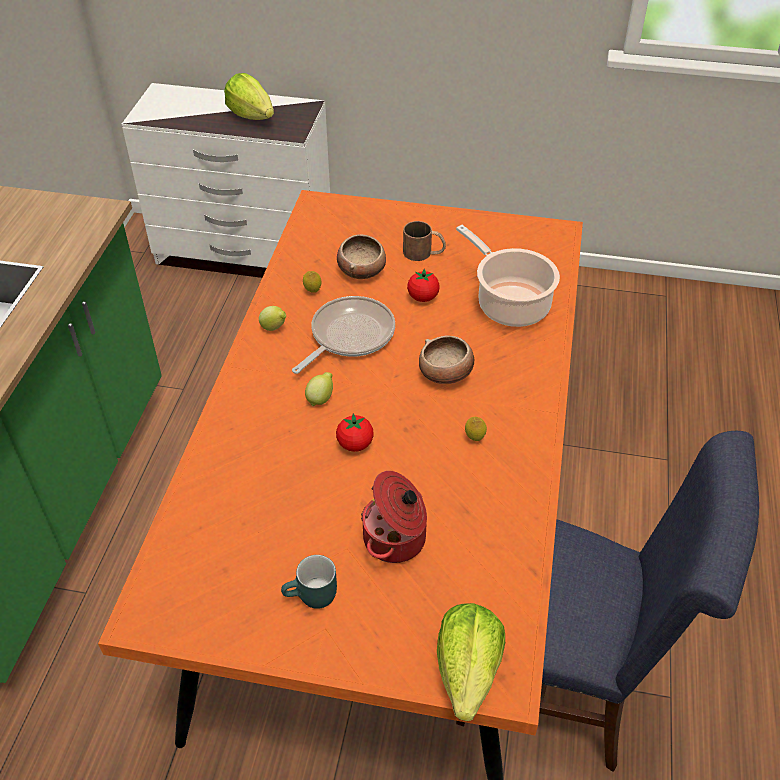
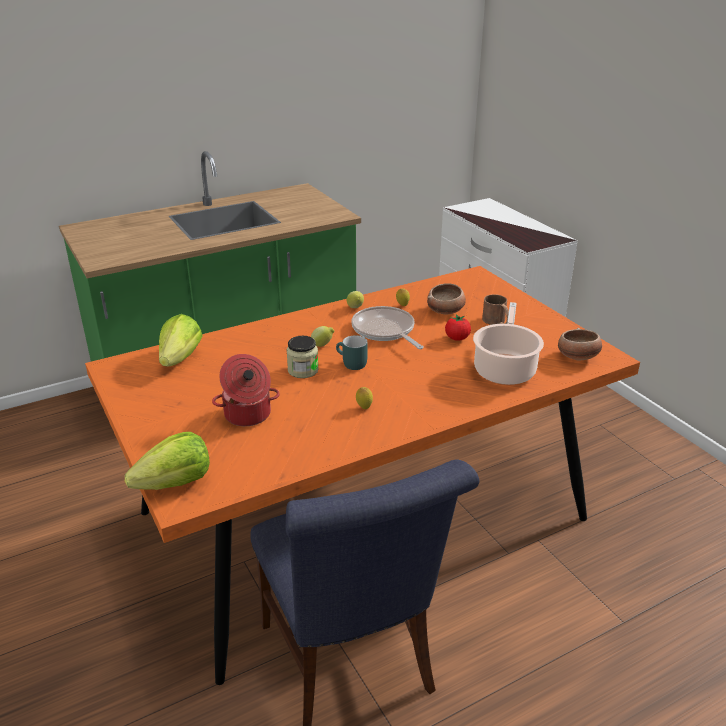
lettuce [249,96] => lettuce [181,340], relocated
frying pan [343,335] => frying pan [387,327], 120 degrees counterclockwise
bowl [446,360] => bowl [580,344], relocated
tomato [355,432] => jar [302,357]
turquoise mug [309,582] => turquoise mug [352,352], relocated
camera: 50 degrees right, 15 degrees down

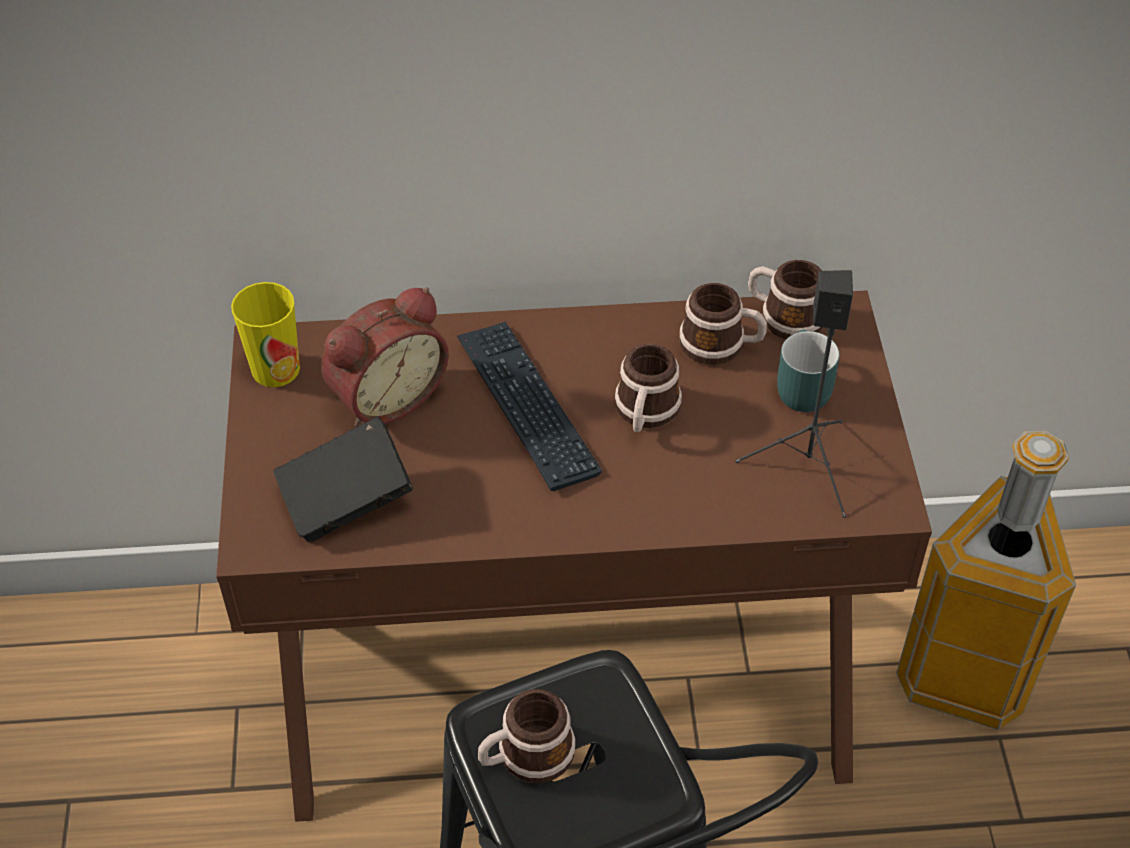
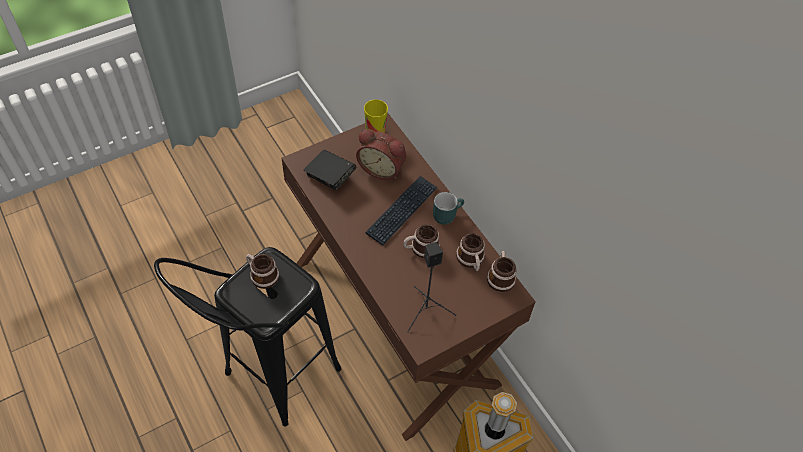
turquoise mug [808,371] => turquoise mug [448,208], relocated
camera: 60 degrees right, 5 degrees up

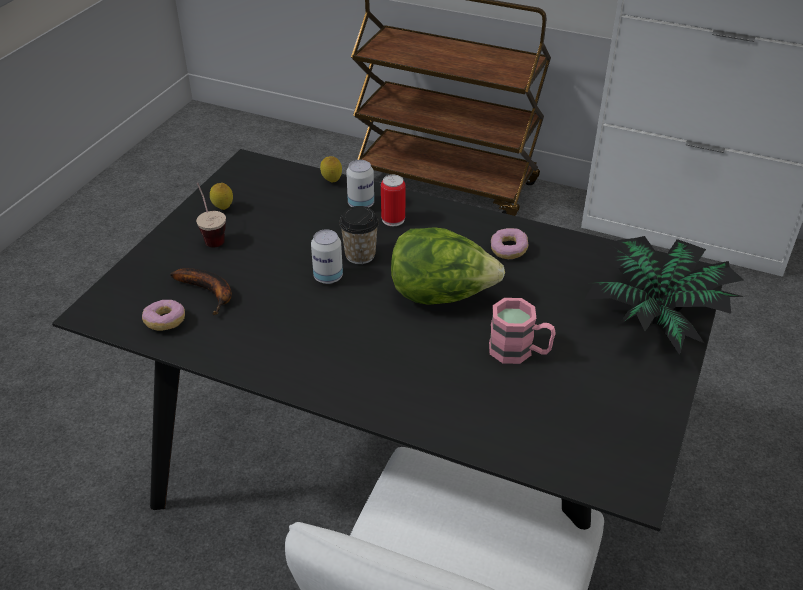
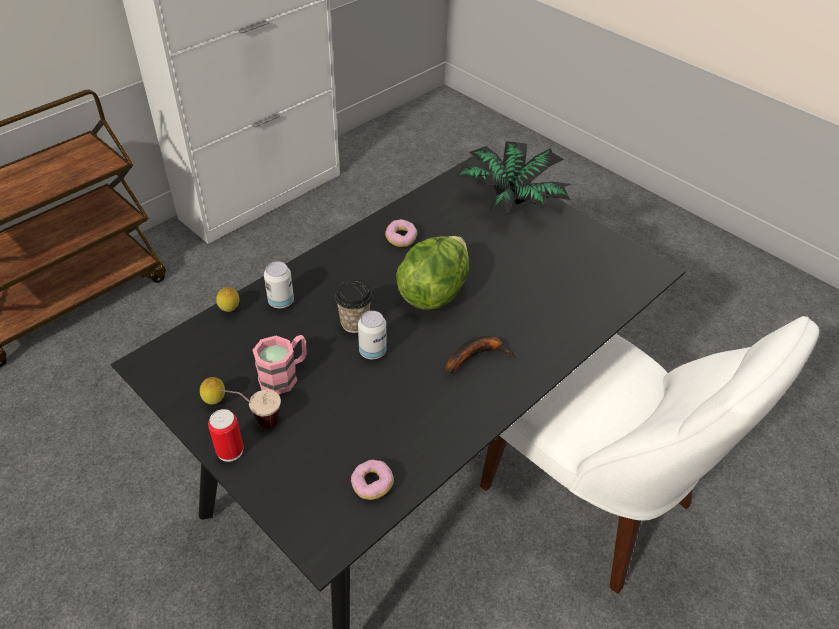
can [393,200] => can [225,435], relocated
banana [201,291] => banana [480,355], relocated
pink mug [522,331] => pink mug [280,364], relocated
camera: 70 degrees left, 5 degrees up

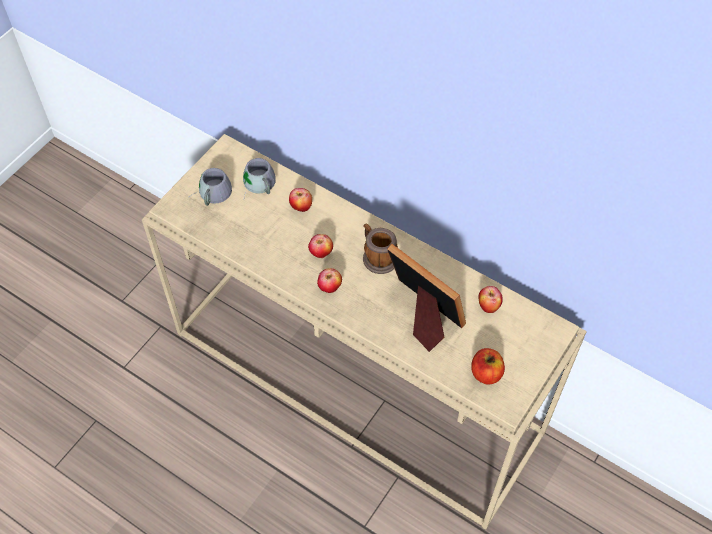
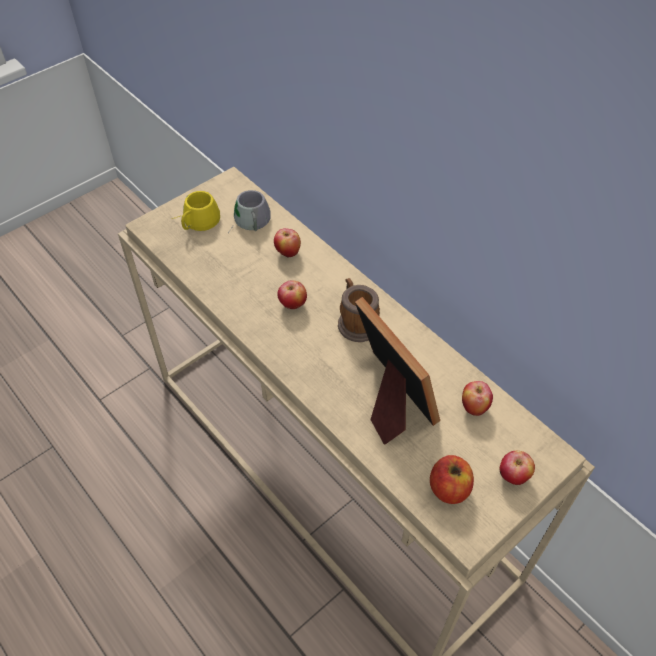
grey mug [210,187] => yellow mug [196,211]
apple [329,280] => apple [517,468], relocated
camera: 15 degrees right, 5 degrees down

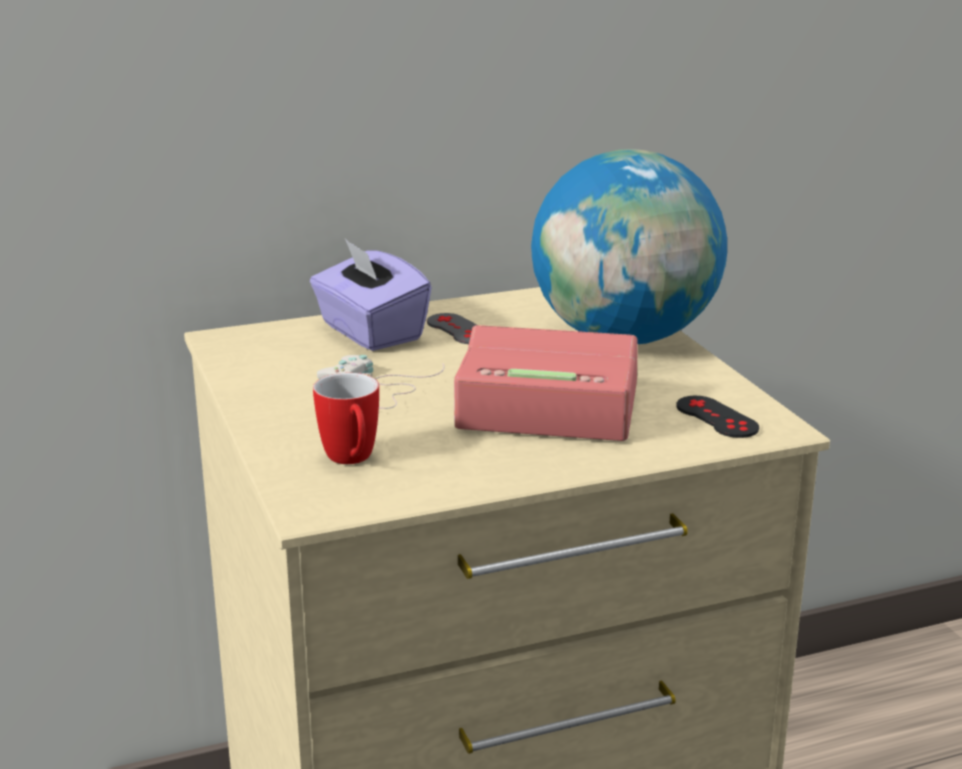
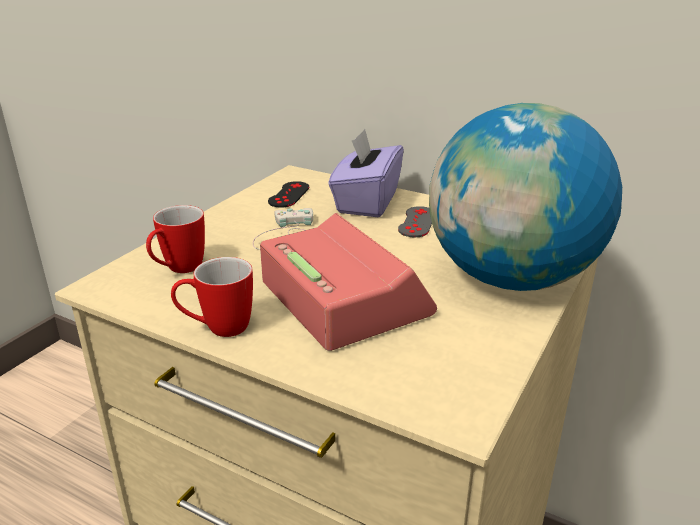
black game controller [717,417] => black game controller [288,194], relocated
nothing => mug [212,297]
camera: 50 degrees right, 5 degrees up

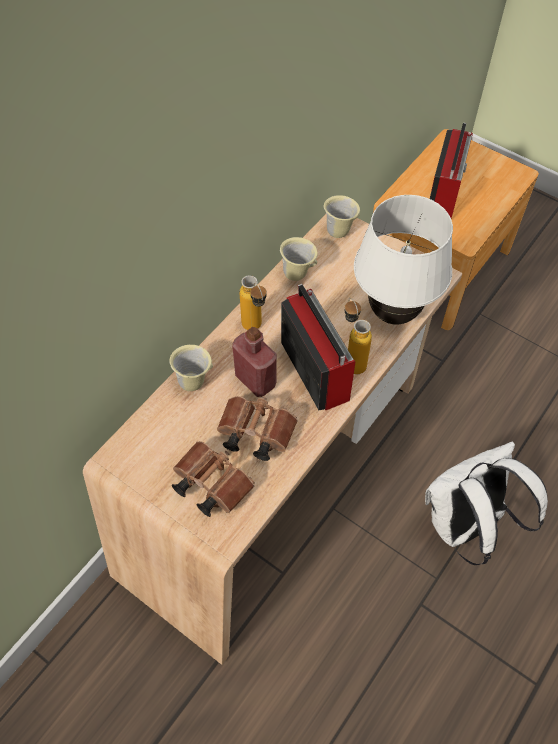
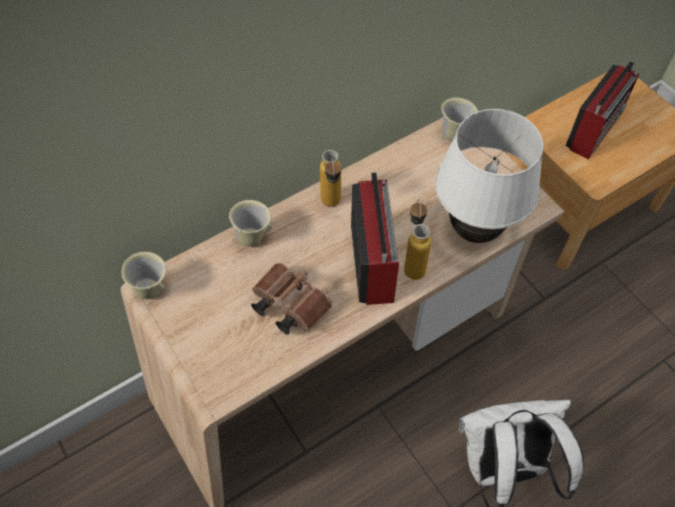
beige mug [299,259] => beige mug [144,275], relocated
red bottle [254,362] => nothing
brown binoculars [213,479] => nothing
camera: 20 degrees right, 0 degrees up

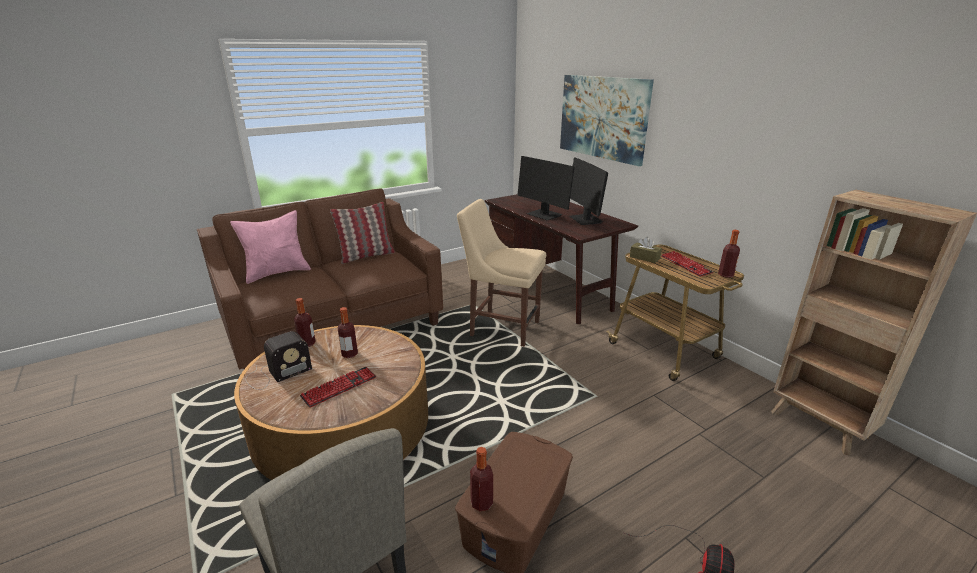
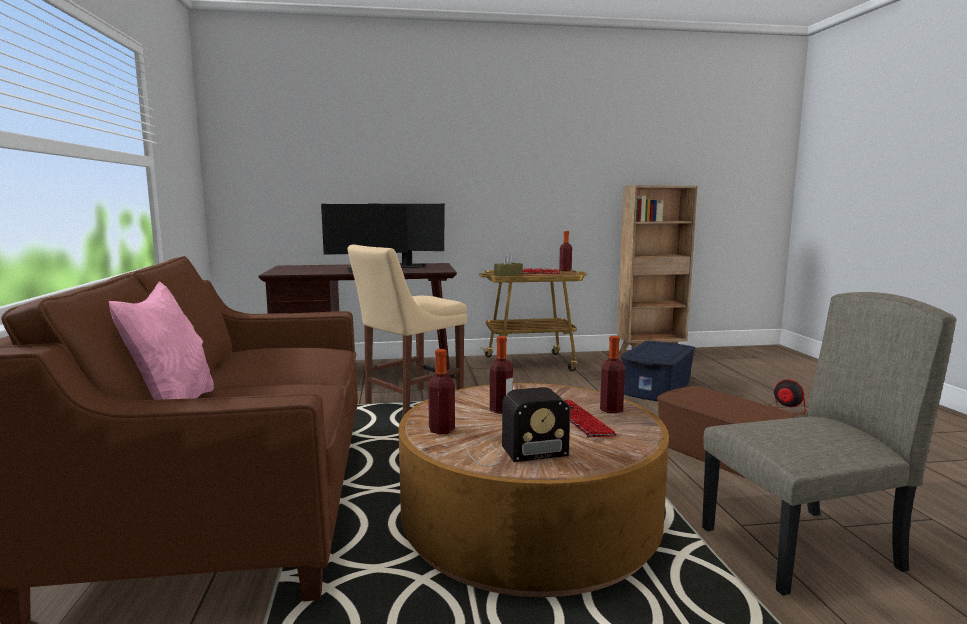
picture [607,120] => nothing
pillow [362,233] => nothing
radio [279,360] => radio [518,426], 90 degrees clockwise
bottle [481,479] => bottle [612,374], relocated
nothing => blue storage box [657,371]
camera: 65 degrees left, 15 degrees down

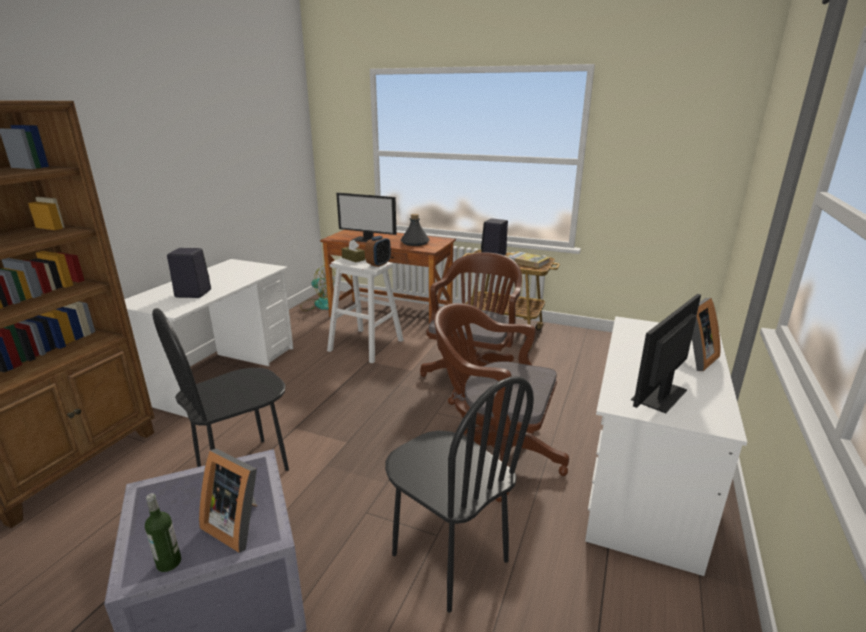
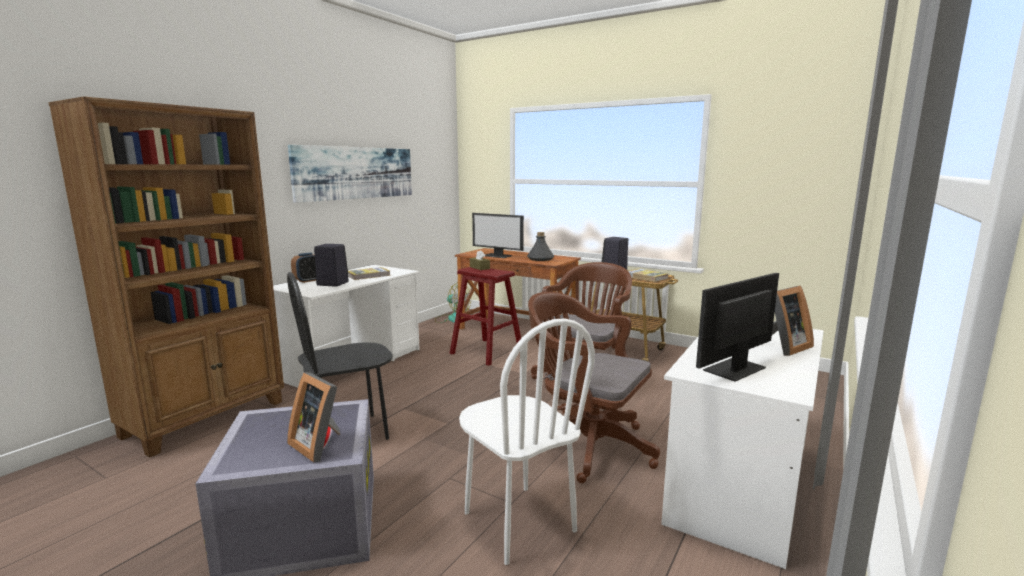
alarm clock [378,251] => alarm clock [303,268], relocated
white stool [365,310] => red stool [485,316]
black chair [459,494] => white chair [527,441]
bottle [163,532] => nothing
nothing => picture [350,174]
nothing => book [369,273]
camera: 10 degrees right, 10 degrees down

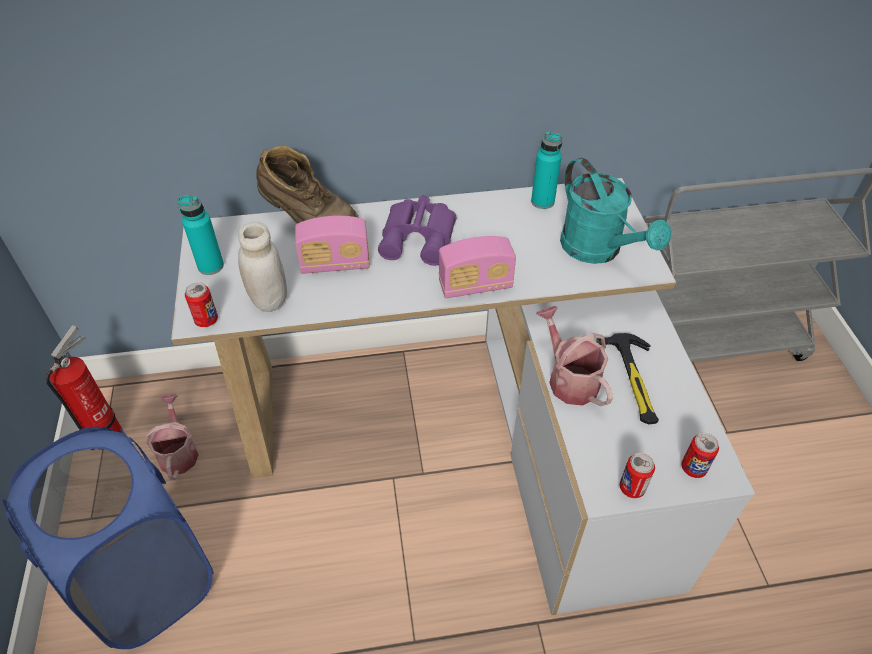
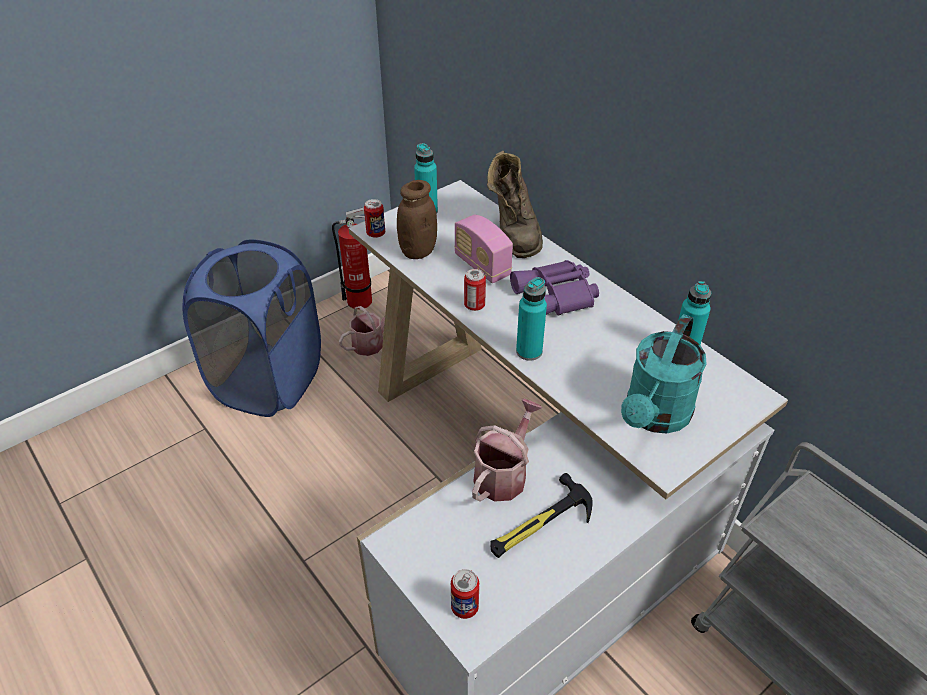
white jar [262,267] => brown jar [417,219]
radio [477,267] => turquoise bottle [531,319]
can [637,475] => can [475,290], relocated
camera: 60 degrees right, 5 degrees down

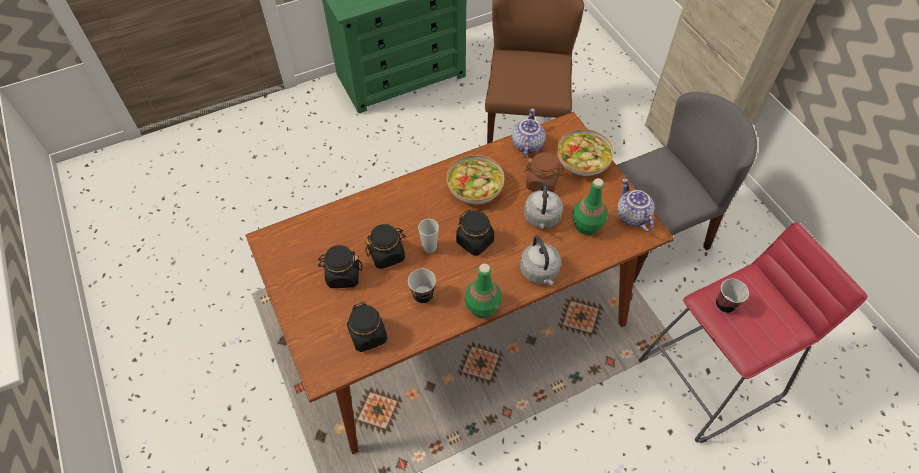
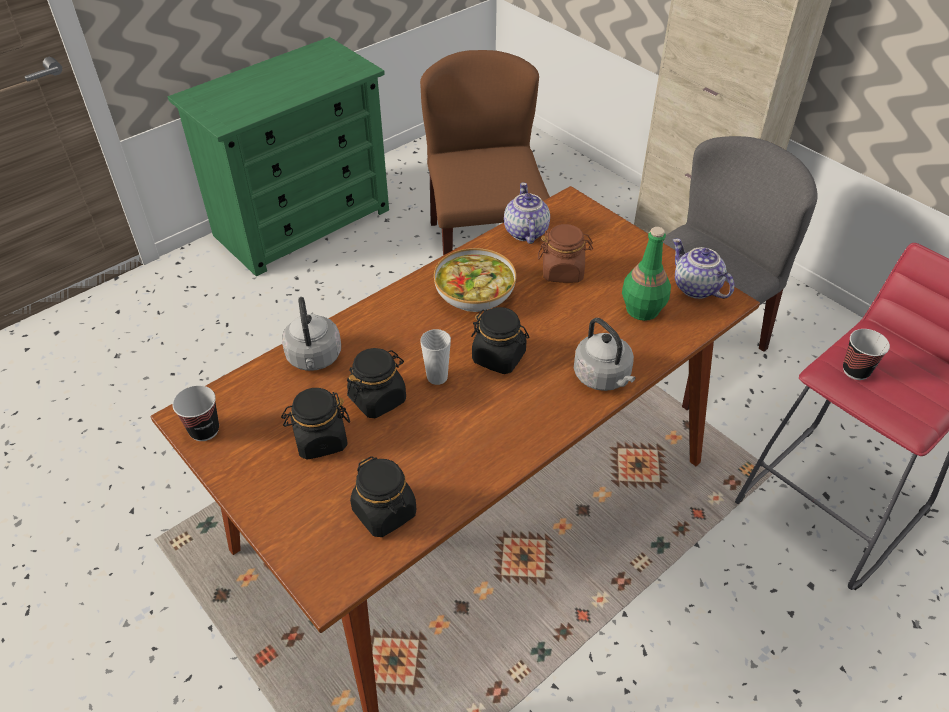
bowl [585,152] => nothing
grey kettle [543,204] => grey kettle [311,334], relocated
green bottle [483,290] => nothing
cup [422,286] => cup [195,413], relocated
camera: 15 degrees left, 10 degrees down

